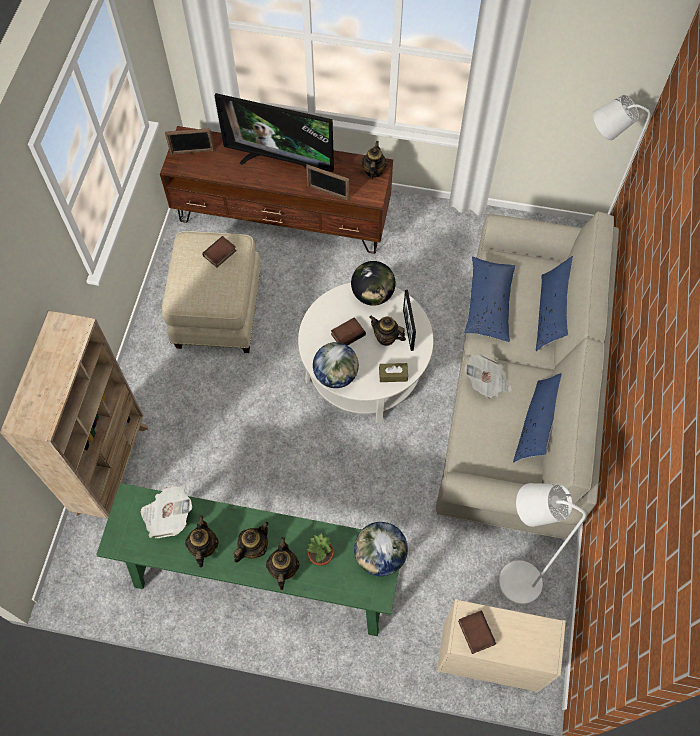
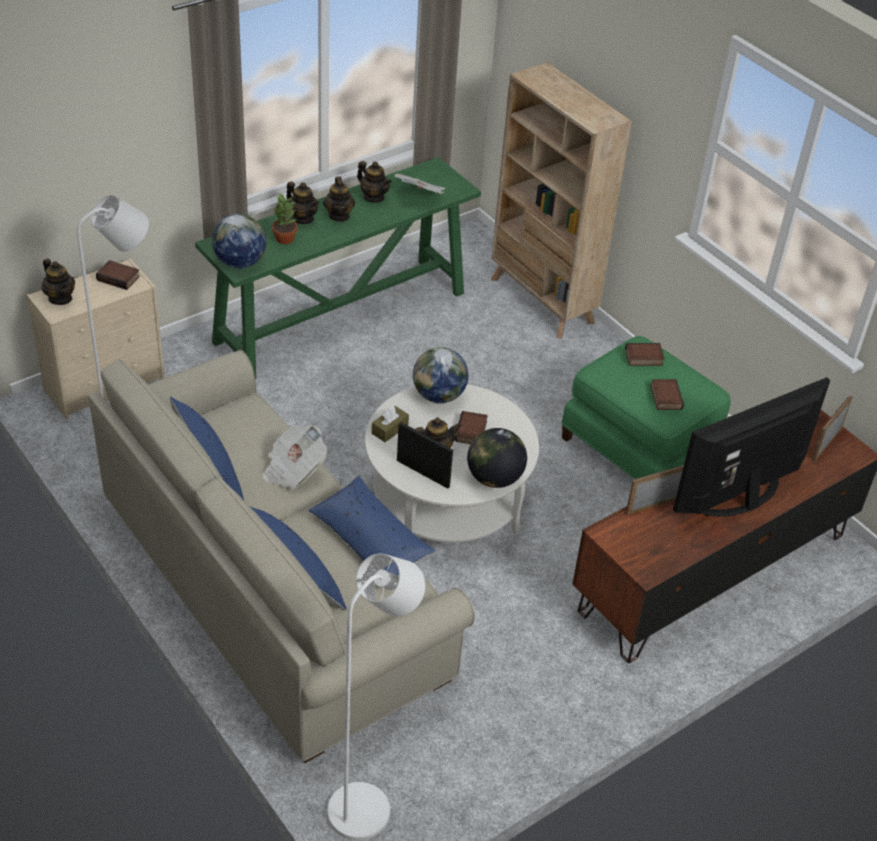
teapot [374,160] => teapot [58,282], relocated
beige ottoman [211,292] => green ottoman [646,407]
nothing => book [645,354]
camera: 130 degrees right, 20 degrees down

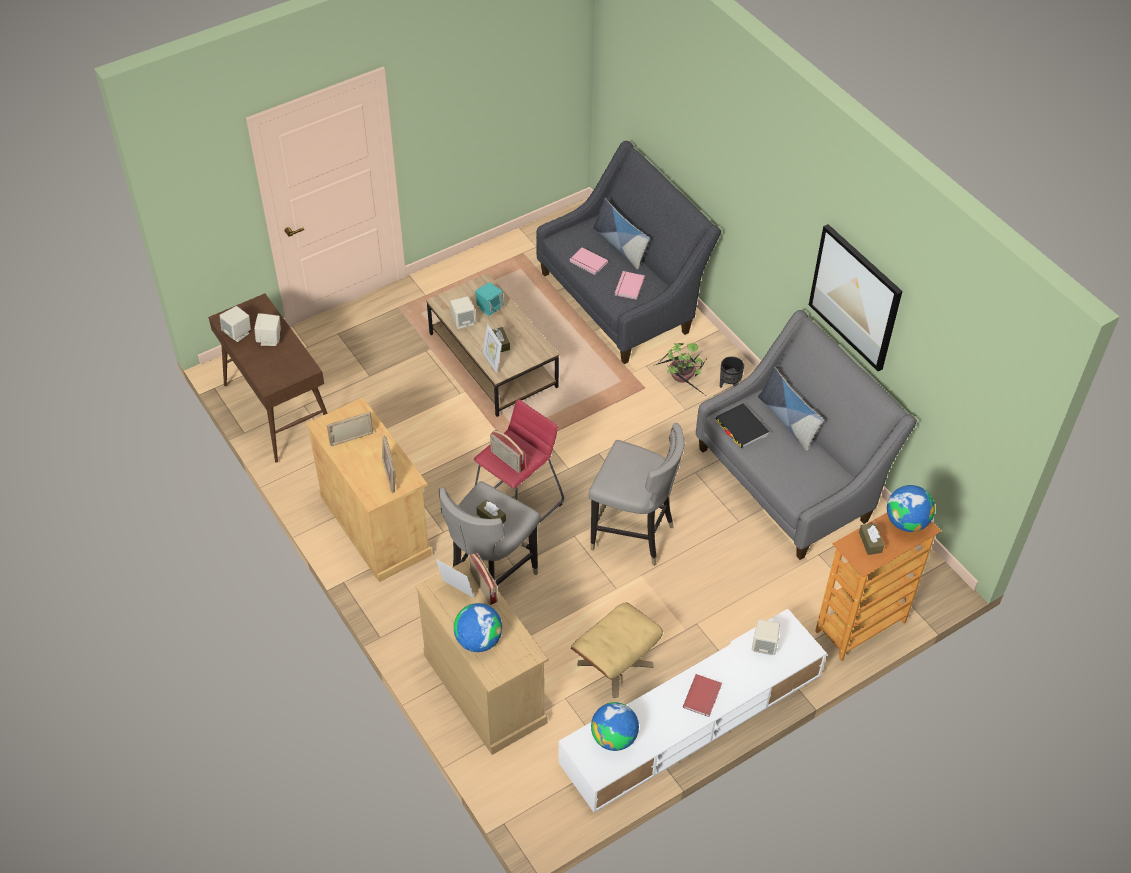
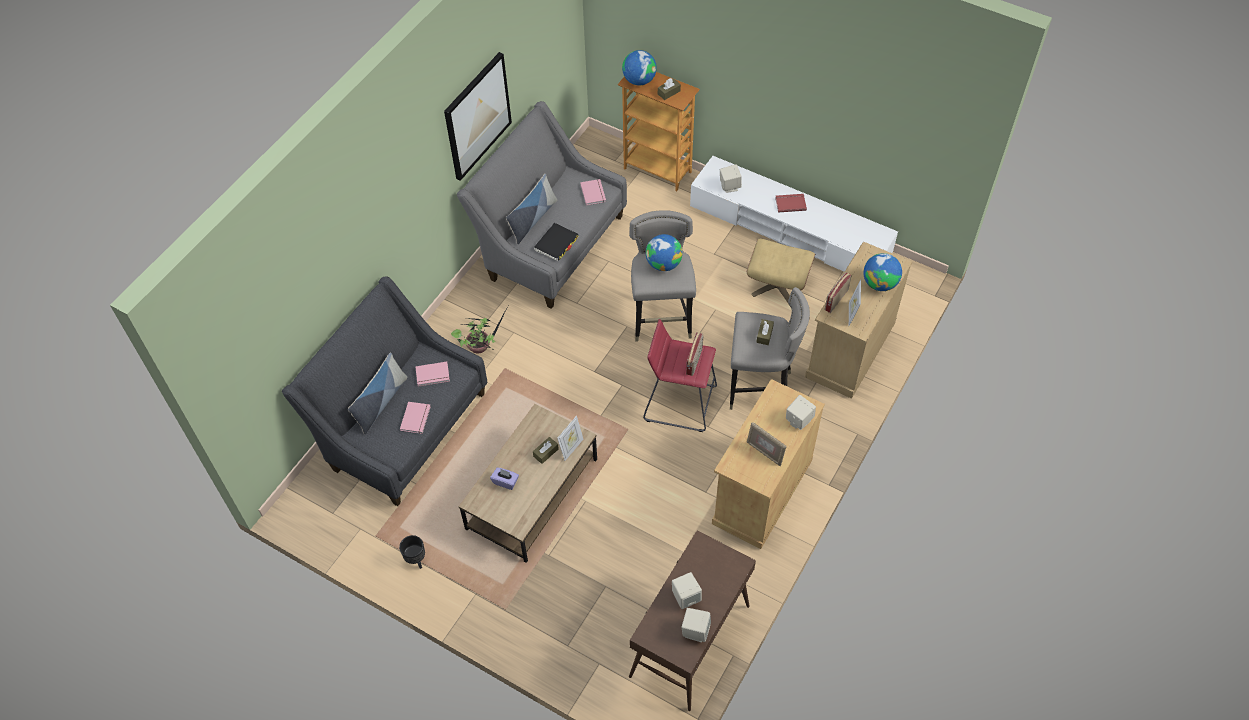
turquoise speaker [489,299] => purple tissue box [504,478]
beige speaker [463,312] => beige speaker [801,412], relocated
black planter [732,372] => black planter [412,552], relocated
picture frame [389,464] => nothing
globe [615,726] => globe [664,252], relocated
nothing => pink book [593,192]
camera: 115 degrees left, 5 degrees up

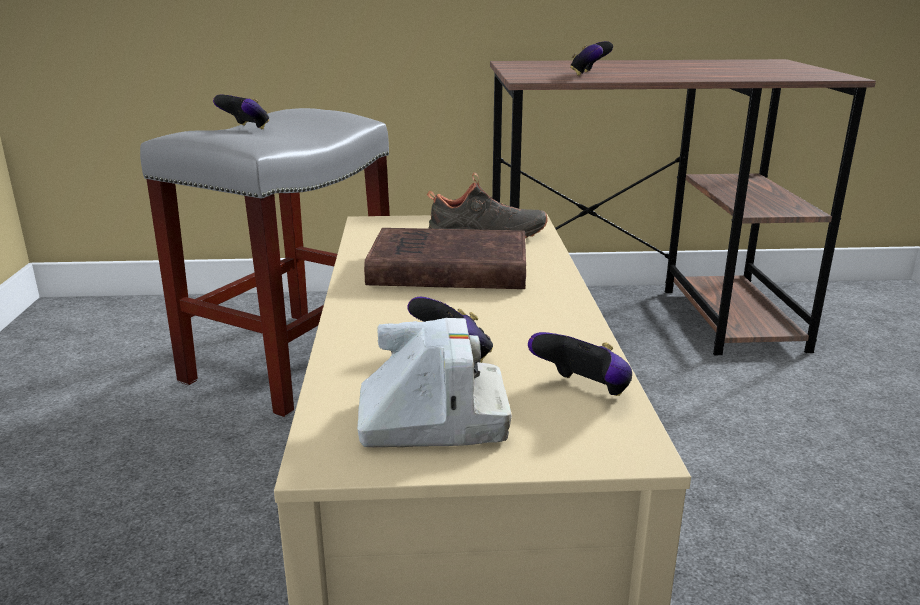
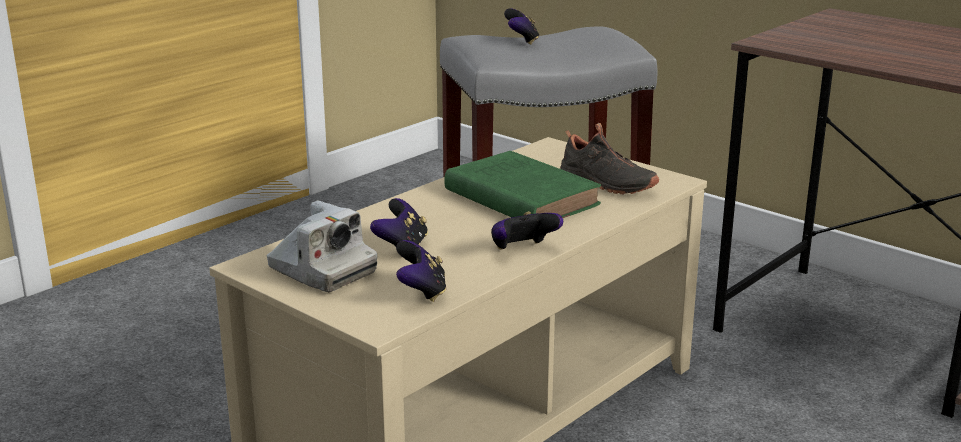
game controller [592,58] => game controller [527,231], relocated
brown book [445,258] => green book [522,184]
camera: 45 degrees right, 0 degrees up

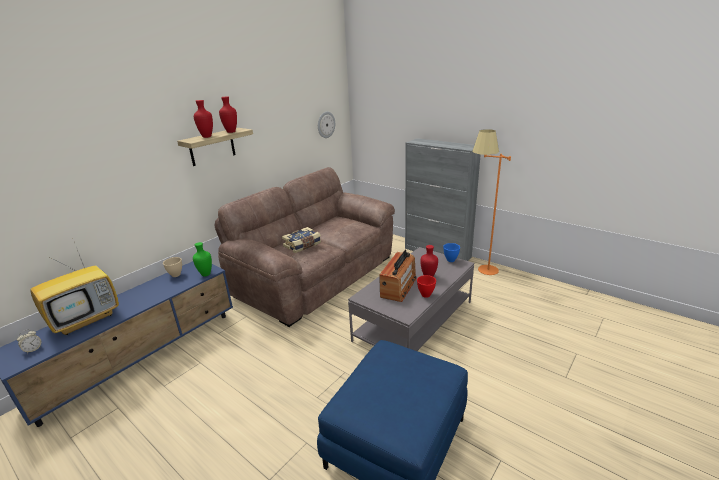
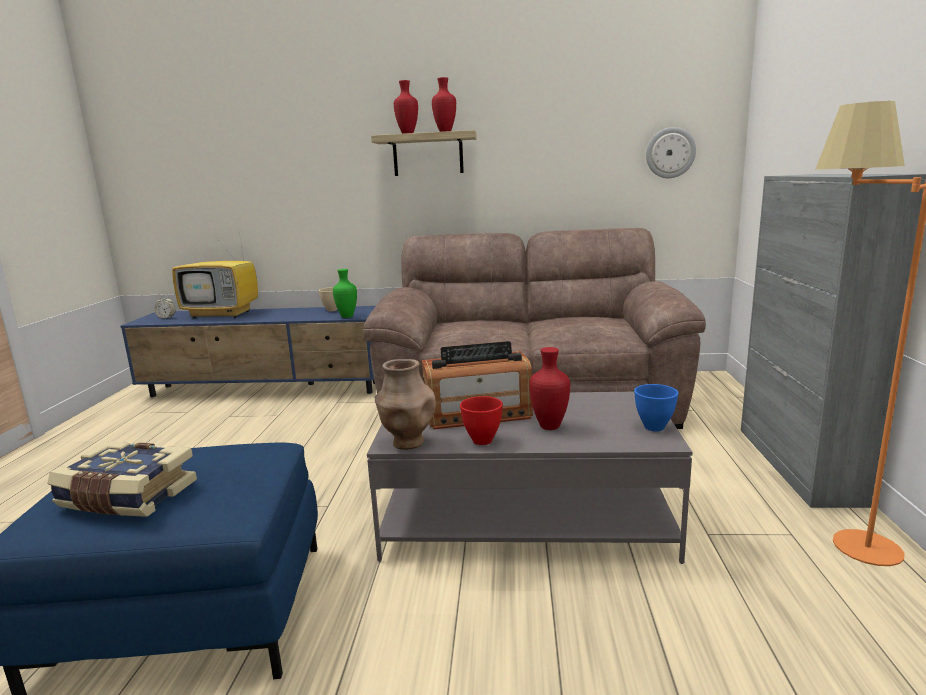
book [301,240] => book [122,479], relocated
nothing => brown vase [405,404]
camera: 55 degrees right, 10 degrees down

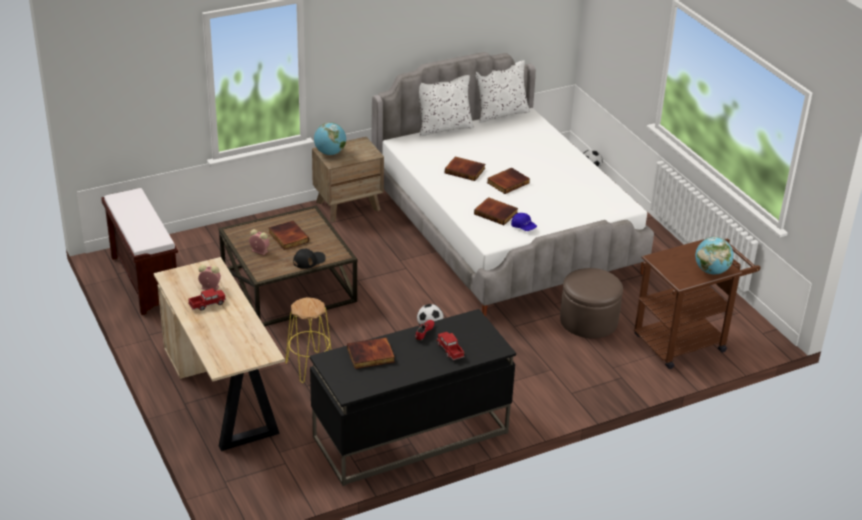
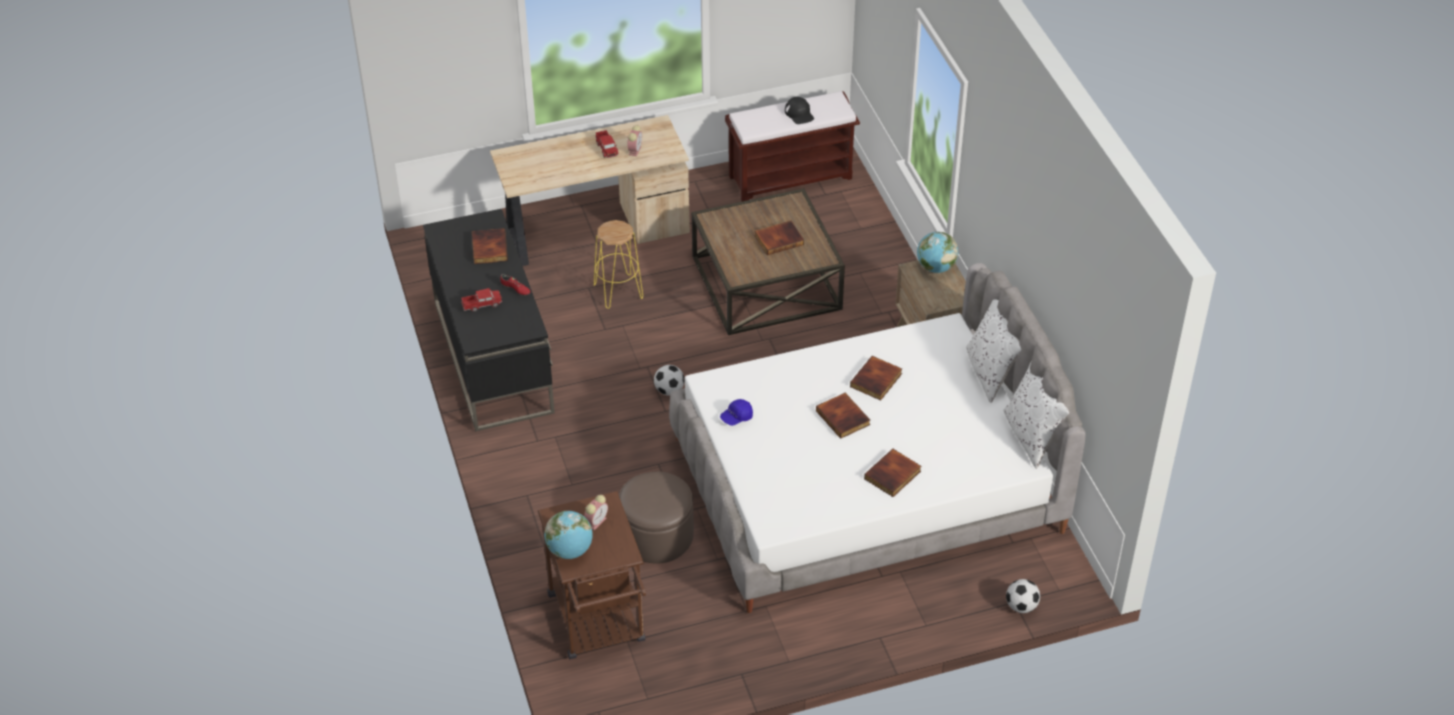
book [496,211] => book [893,473], relocated
alarm clock [259,242] => alarm clock [596,512], relocated
black cap [309,259] => black cap [799,110], relocated
camera: 100 degrees right, 10 degrees up

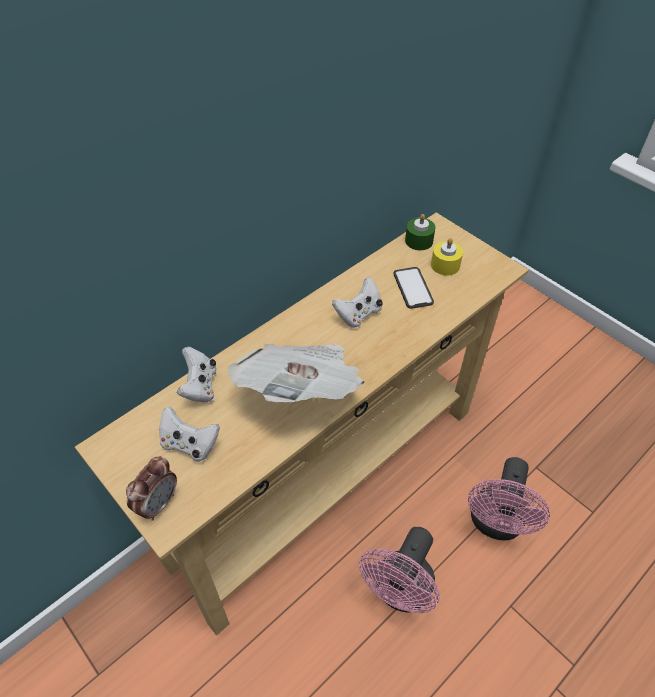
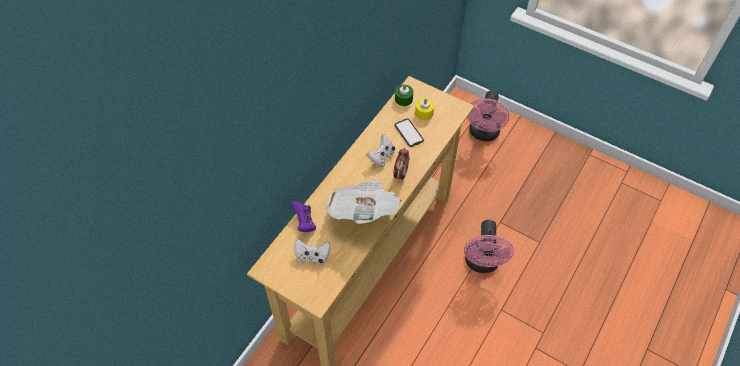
white game controller [196,375] => purple game controller [303,216]
alarm clock [151,488] => alarm clock [401,165], relocated
pink fan [399,570] => pink fan [488,116], relocated
camera: 15 degrees left, 5 degrees up

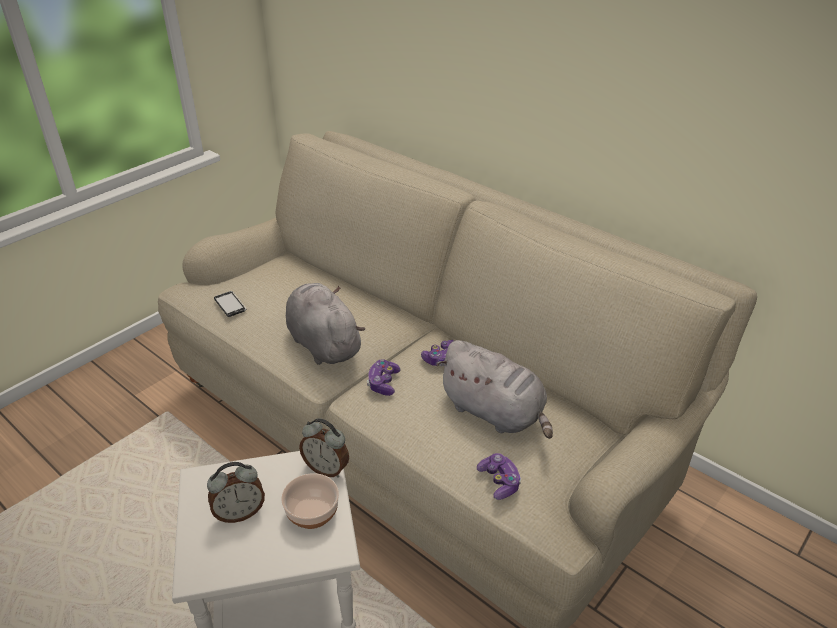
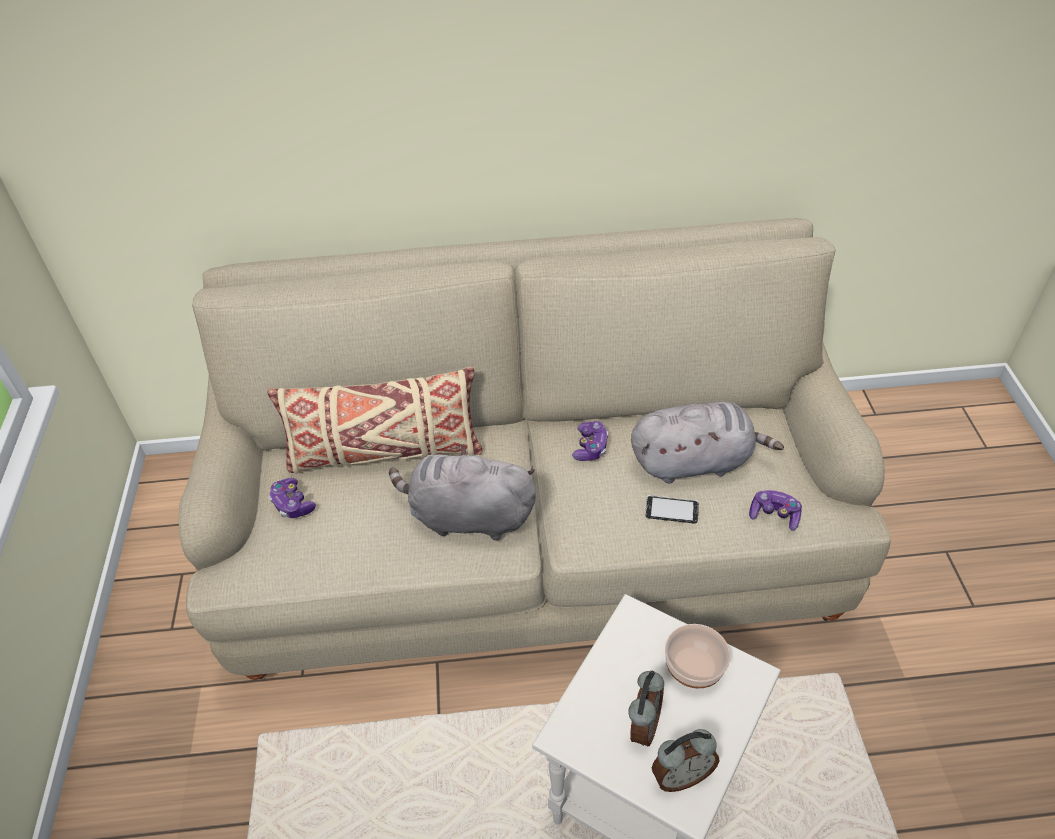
phone [230,304] => phone [672,509], relocated
game controller [384,377] => game controller [292,498], relocated
alarm clock [324,447] => alarm clock [685,760], relocated
nothing => beige pillow [375,420]
camera: 45 degrees left, 10 degrees up

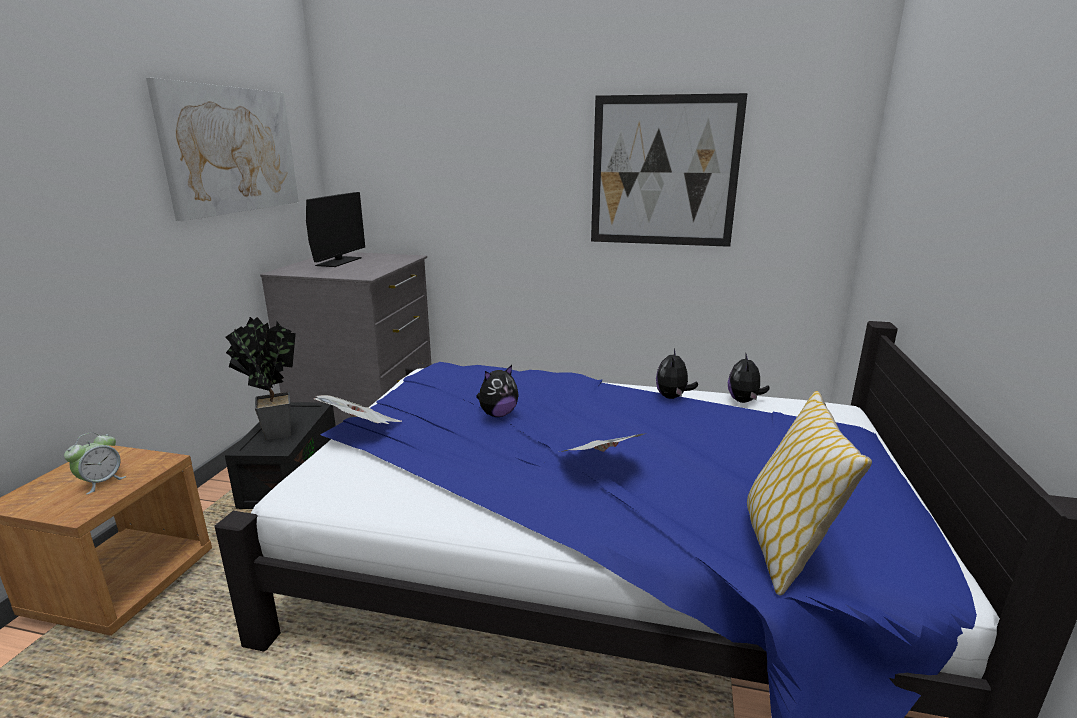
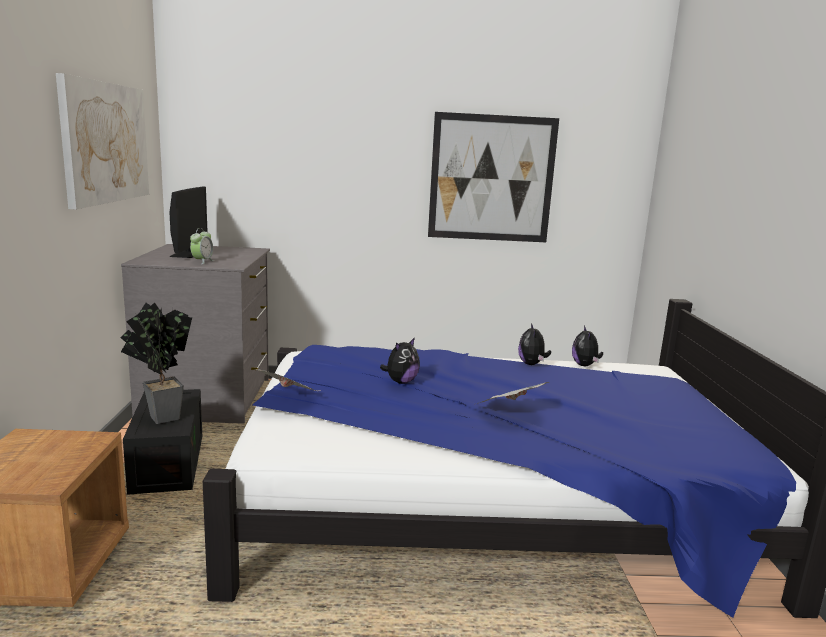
pillow [809,493] => nothing
alarm clock [95,463] => alarm clock [202,246], relocated
camera: 15 degrees left, 5 degrees down

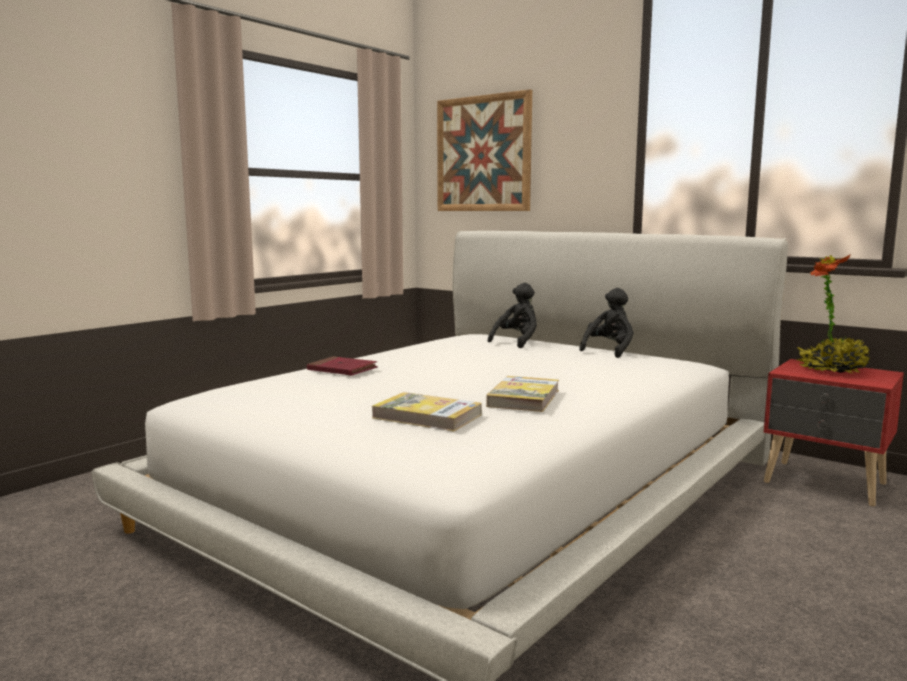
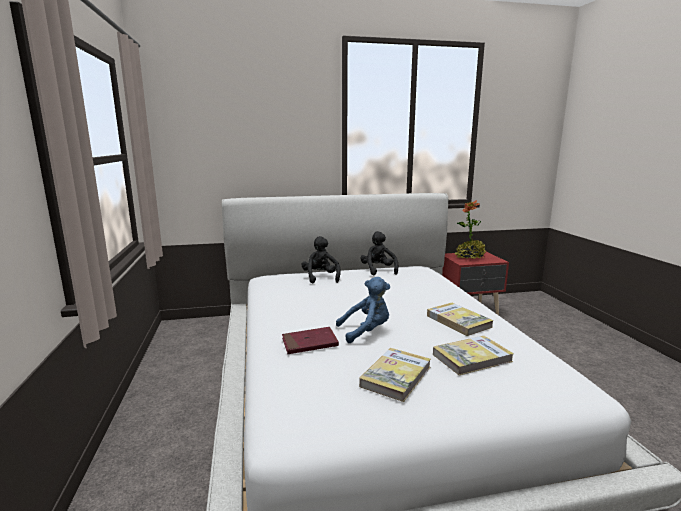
picture [484,150] => nothing
nothing => blue plush toy [363,310]
nothing => book [395,375]
camera: 50 degrees left, 5 degrees up

